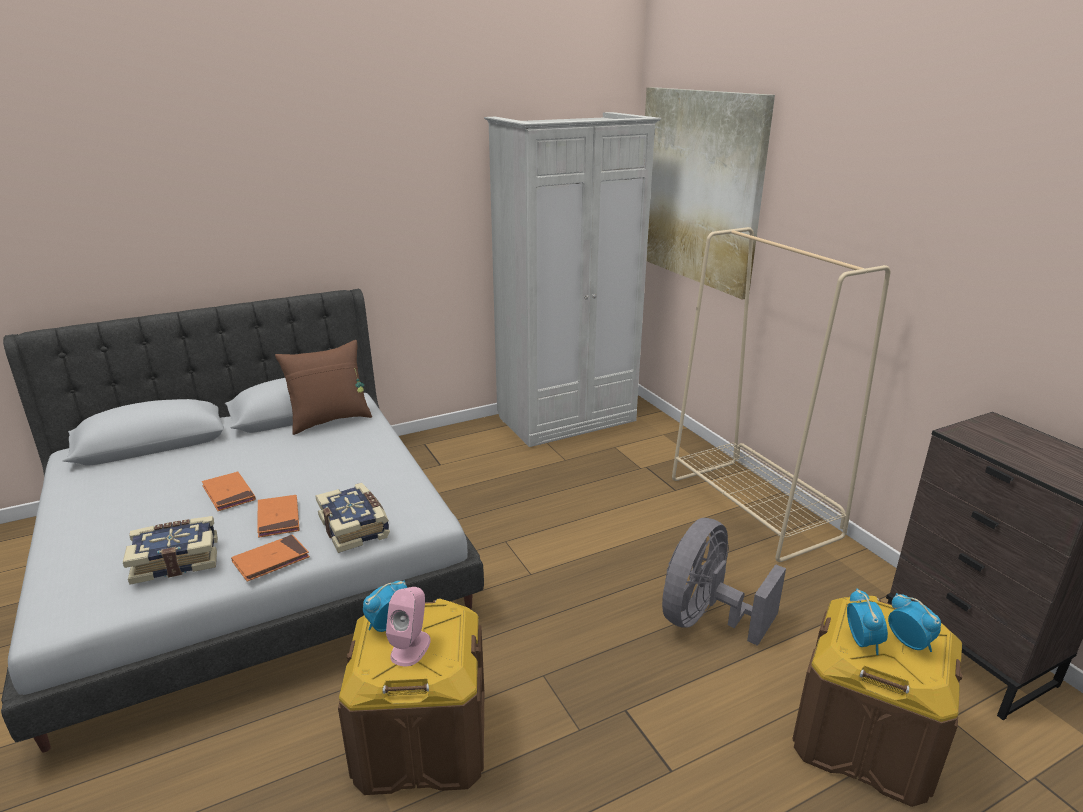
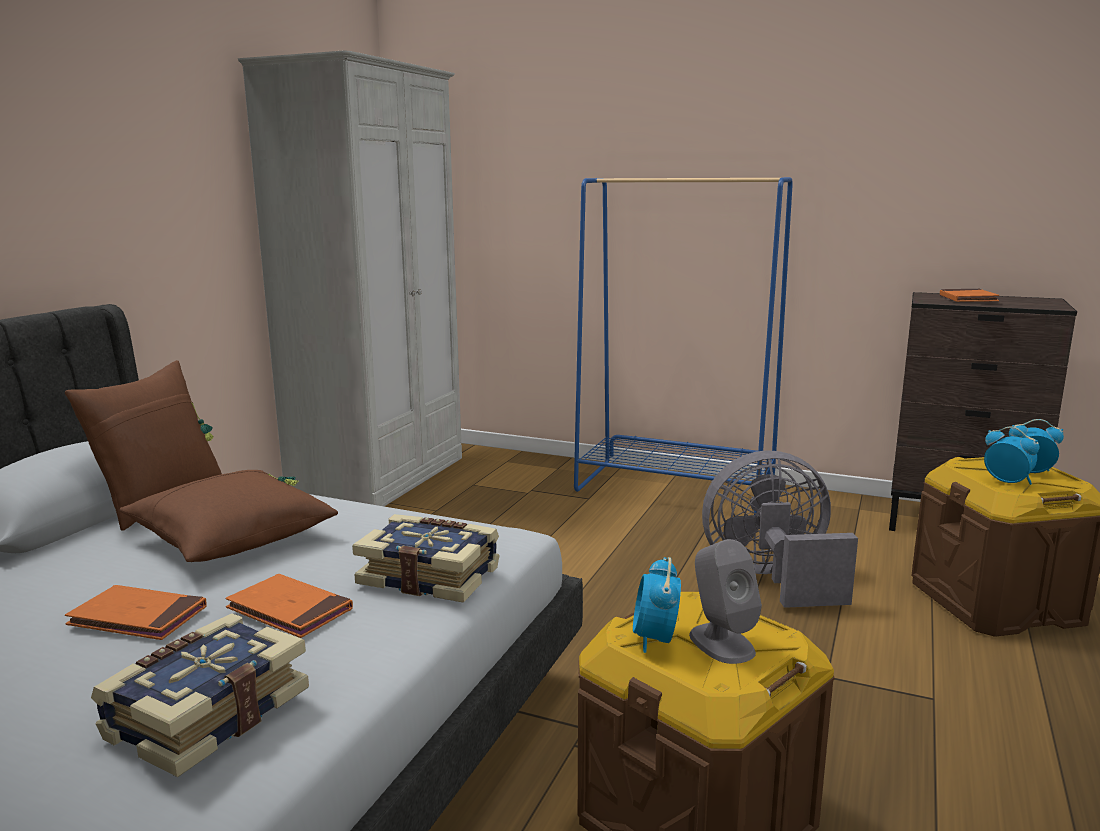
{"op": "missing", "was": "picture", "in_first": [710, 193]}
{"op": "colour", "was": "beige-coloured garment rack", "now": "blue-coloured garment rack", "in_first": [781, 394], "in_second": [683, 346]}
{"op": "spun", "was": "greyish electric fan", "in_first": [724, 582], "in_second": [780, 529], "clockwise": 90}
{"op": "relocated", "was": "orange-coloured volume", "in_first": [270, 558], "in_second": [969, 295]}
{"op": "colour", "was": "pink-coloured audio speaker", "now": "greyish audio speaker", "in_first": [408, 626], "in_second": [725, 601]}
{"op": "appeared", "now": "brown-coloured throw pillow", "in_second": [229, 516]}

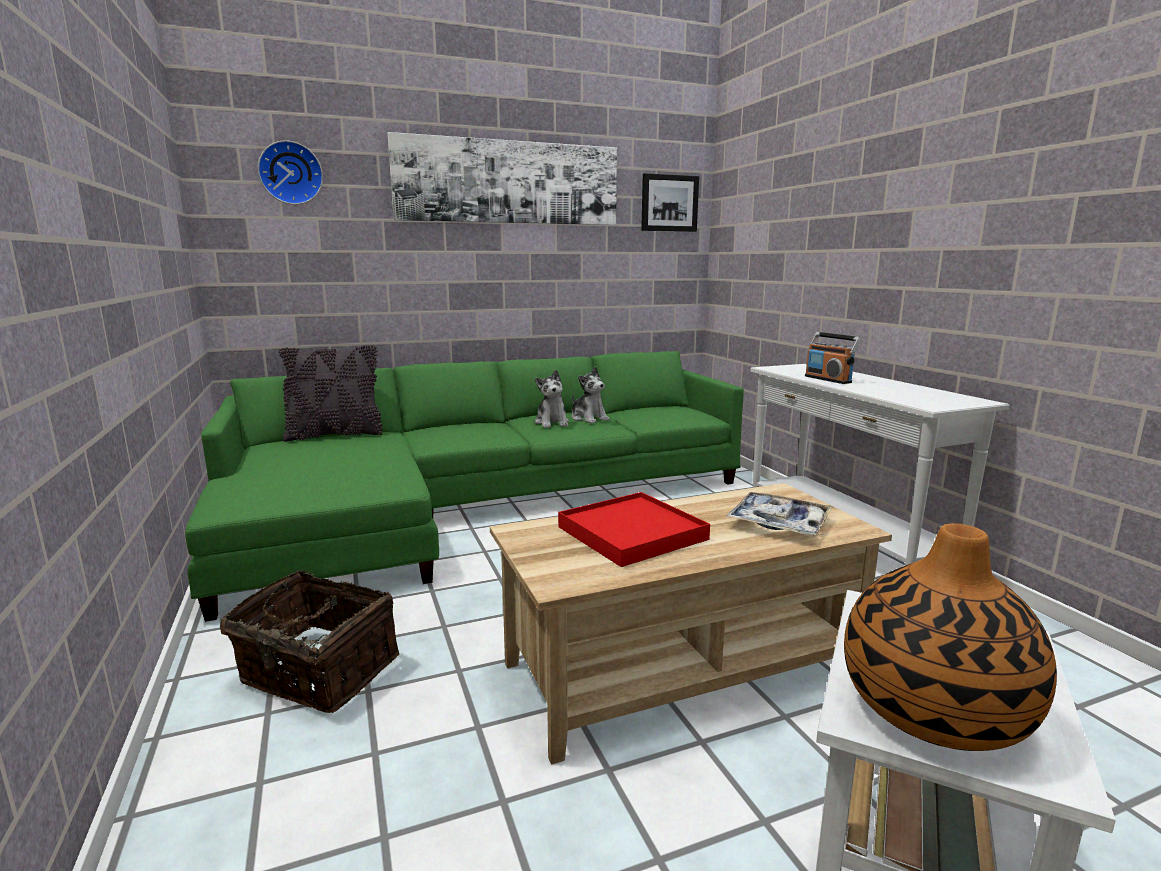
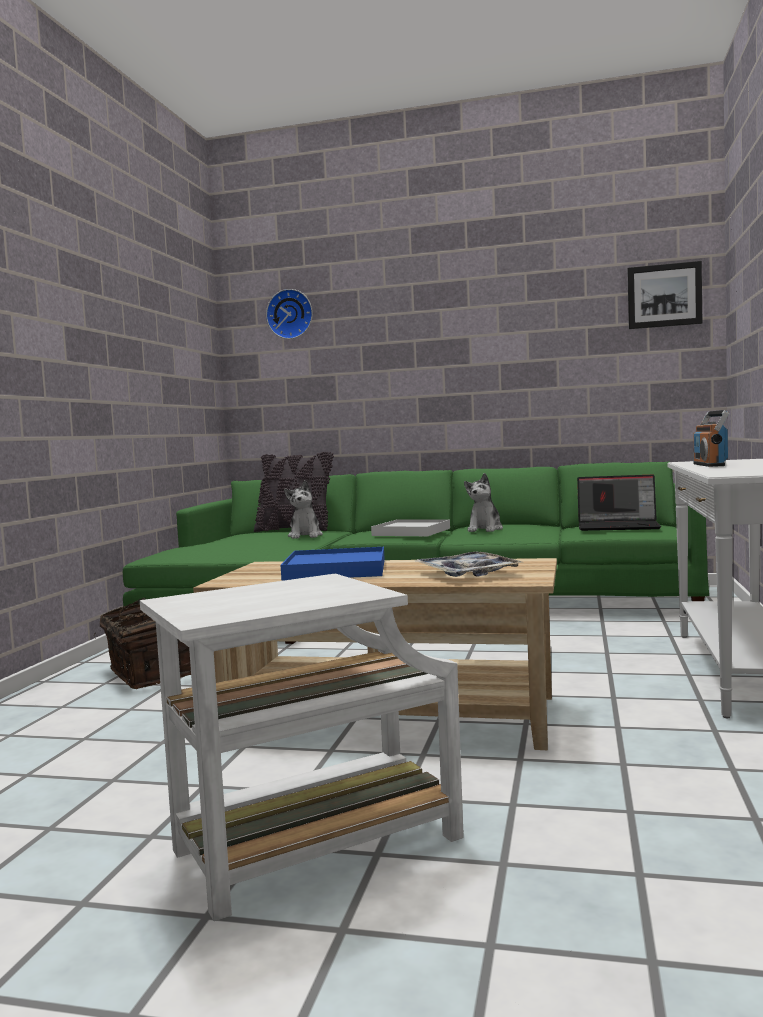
{"op": "missing", "was": "picture", "in_first": [502, 178]}
{"op": "relocated", "was": "soft toy", "in_first": [591, 395], "in_second": [303, 509]}
{"op": "colour", "was": "reddish serving tray", "now": "blue-coloured serving tray", "in_first": [634, 529], "in_second": [333, 564]}
{"op": "missing", "was": "vase", "in_first": [950, 637]}
{"op": "appeared", "now": "notebook computer", "in_second": [619, 503]}
{"op": "appeared", "now": "white serving tray", "in_second": [410, 528]}

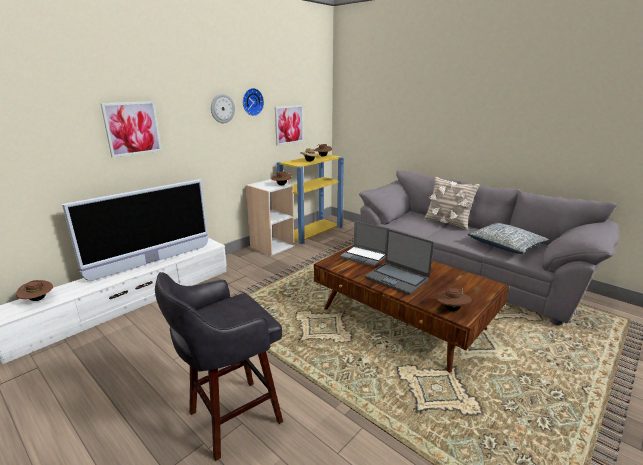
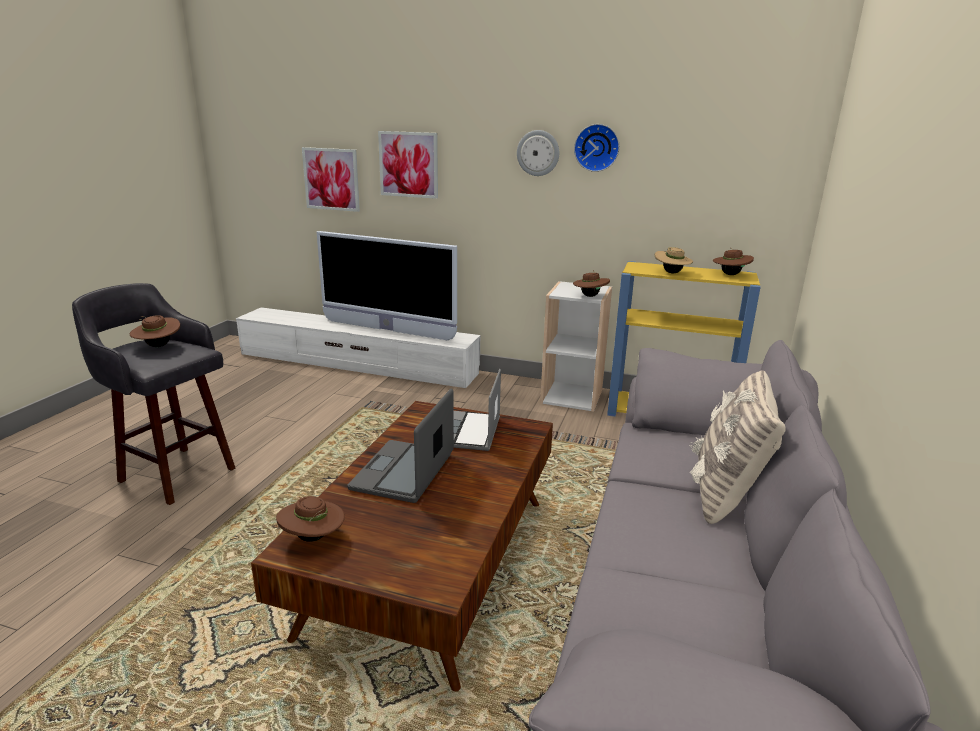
{"op": "relocated", "was": "picture", "in_first": [289, 125], "in_second": [331, 179]}
{"op": "missing", "was": "throw pillow", "in_first": [508, 238]}
{"op": "relocated", "was": "brown-coloured hat", "in_first": [34, 290], "in_second": [155, 331]}

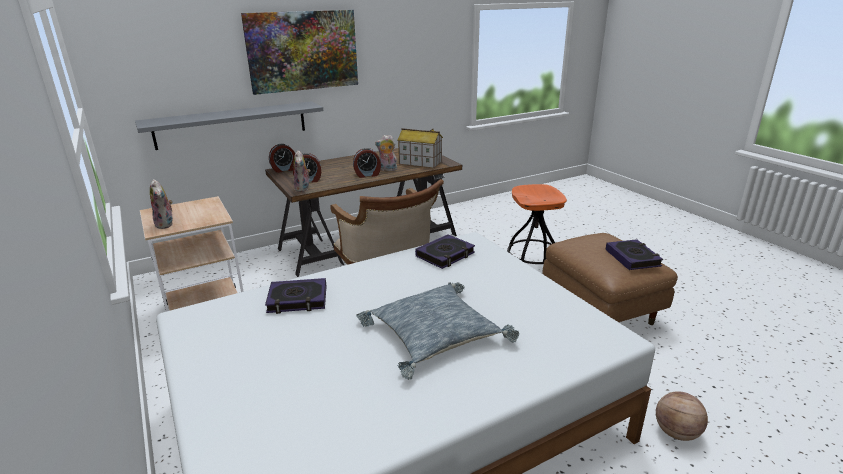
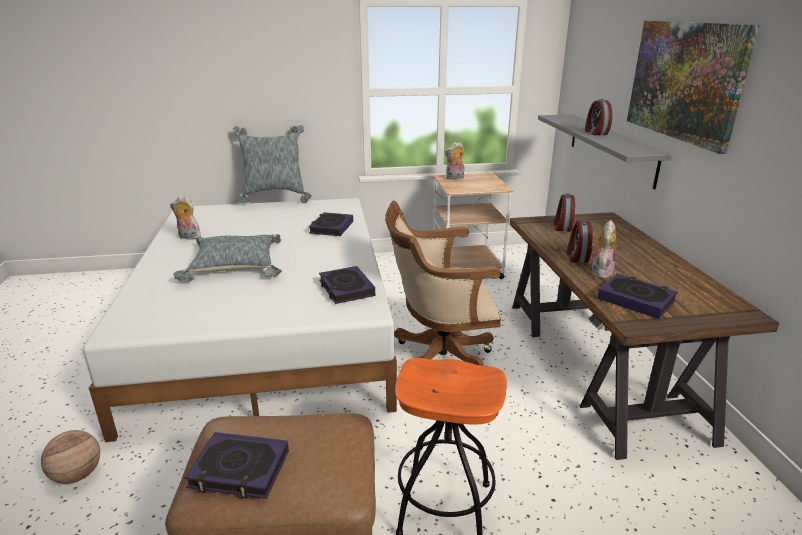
{"op": "exchanged", "was": "toy house", "now": "volume", "in_first": [420, 148], "in_second": [637, 296]}
{"op": "relocated", "was": "table clock", "in_first": [282, 158], "in_second": [598, 117]}
{"op": "relocated", "was": "soft toy", "in_first": [302, 171], "in_second": [186, 218]}
{"op": "appeared", "now": "throw pillow", "in_second": [272, 164]}

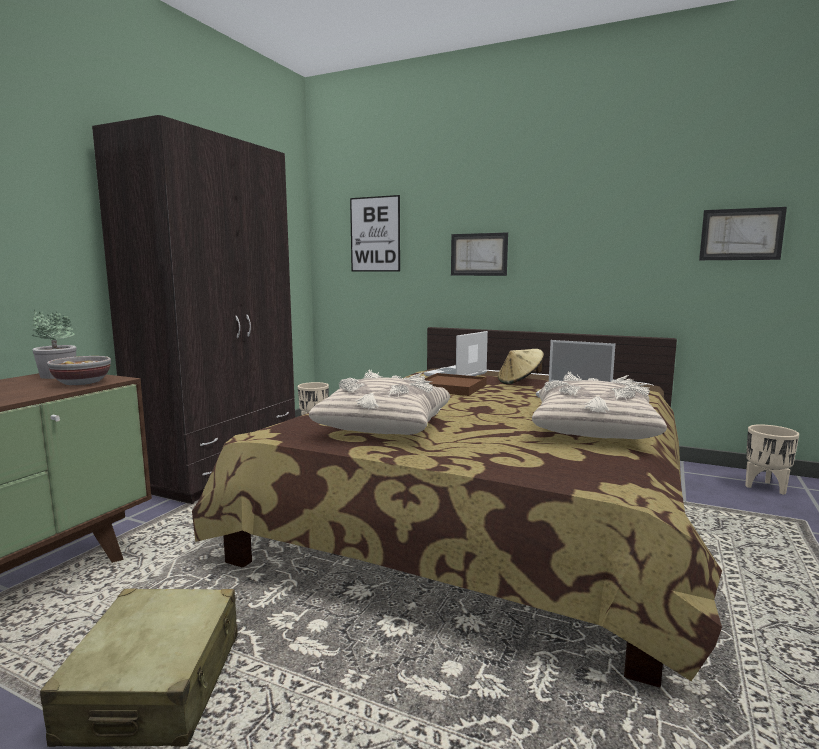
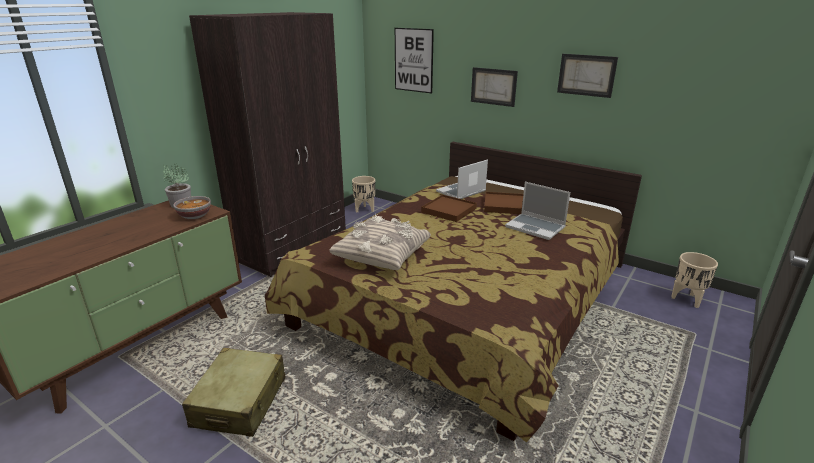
{"op": "relocated", "was": "picture", "in_first": [743, 233], "in_second": [587, 76]}
{"op": "exchanged", "was": "beige-coloured hat", "now": "brown-coloured serving tray", "in_first": [521, 366], "in_second": [503, 203]}
{"op": "missing", "was": "beige-coloured throw pillow", "in_first": [599, 405]}

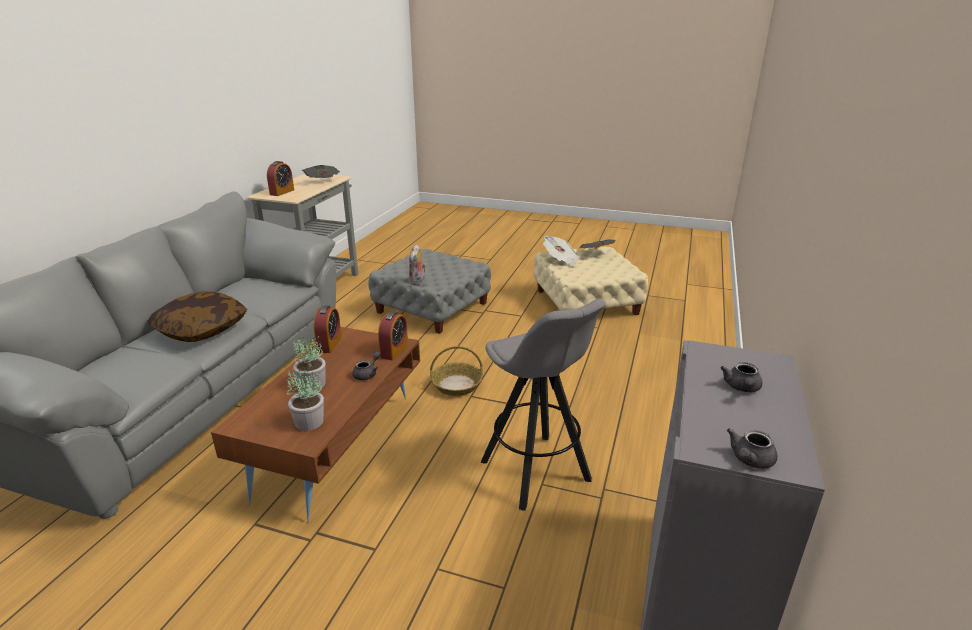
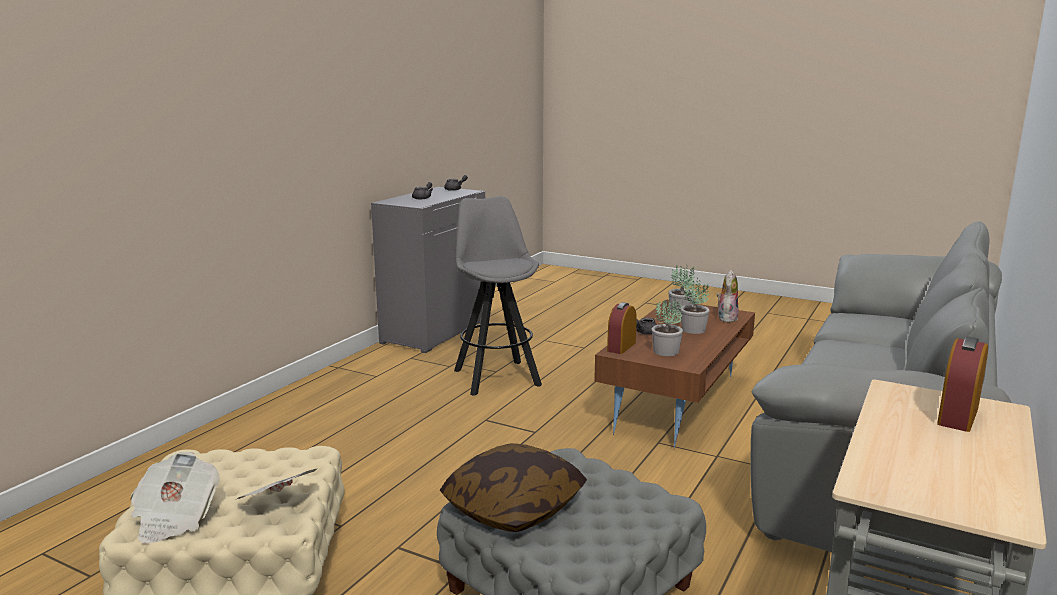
{"op": "missing", "was": "newspaper", "in_first": [321, 171]}
{"op": "relocated", "was": "soft toy", "in_first": [417, 264], "in_second": [728, 296]}
{"op": "relocated", "was": "throw pillow", "in_first": [197, 316], "in_second": [513, 487]}
{"op": "missing", "was": "table clock", "in_first": [328, 329]}
{"op": "missing", "was": "storage basket", "in_first": [456, 371]}
{"op": "appeared", "now": "potted plant", "in_second": [667, 327]}

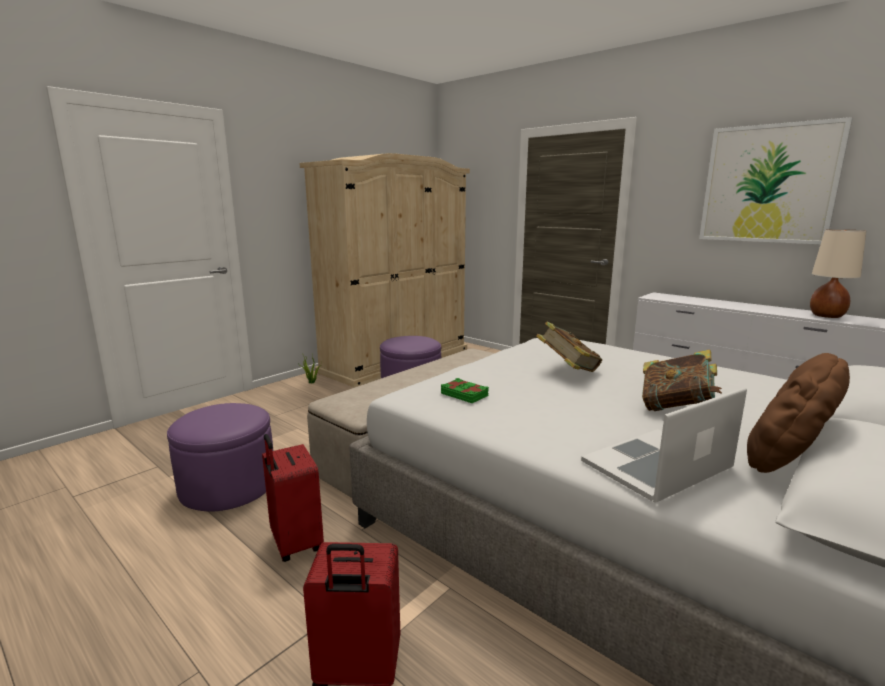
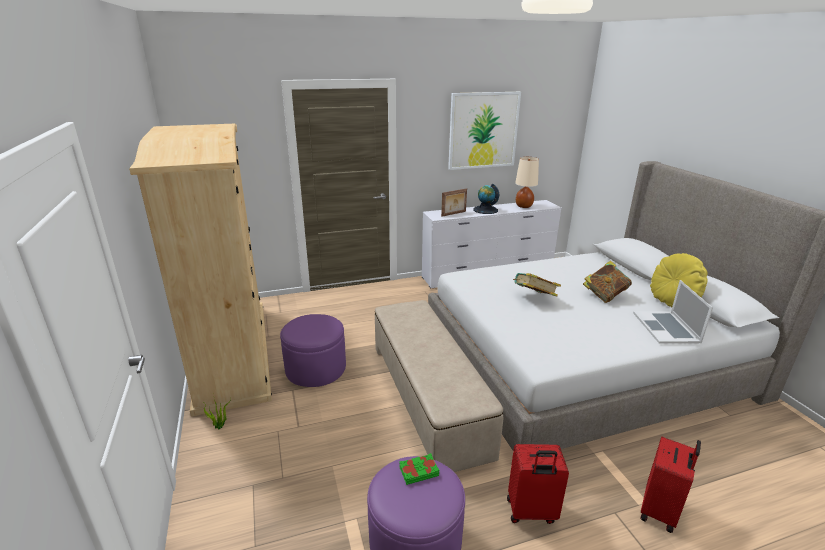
{"op": "colour", "was": "brown-coloured throw pillow", "now": "yellow throw pillow", "in_first": [798, 413], "in_second": [679, 280]}
{"op": "relocated", "was": "green volume", "in_first": [465, 390], "in_second": [419, 469]}
{"op": "appeared", "now": "globe", "in_second": [486, 199]}
{"op": "appeared", "now": "picture frame", "in_second": [454, 202]}

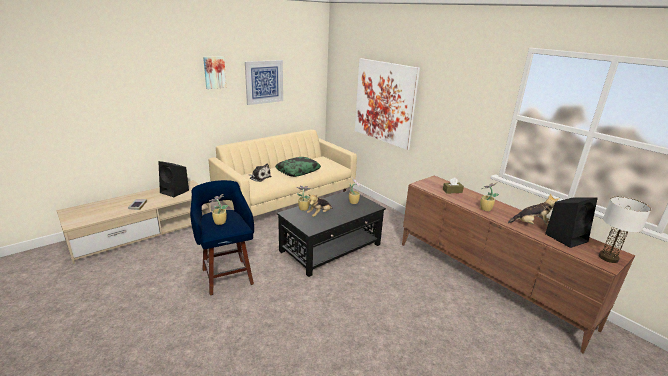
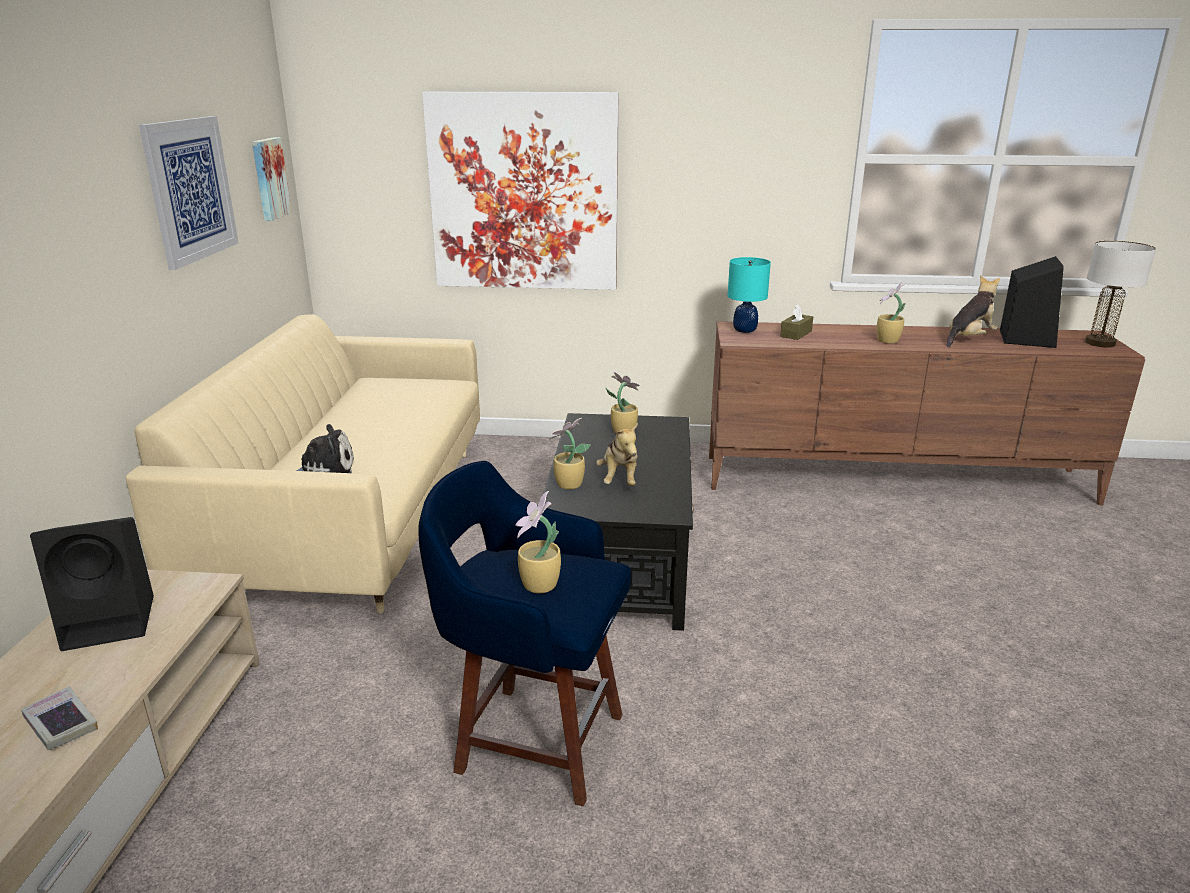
{"op": "relocated", "was": "picture", "in_first": [214, 72], "in_second": [272, 179]}
{"op": "missing", "was": "throw pillow", "in_first": [298, 167]}
{"op": "appeared", "now": "blue-green lamp for a table", "in_second": [749, 295]}

